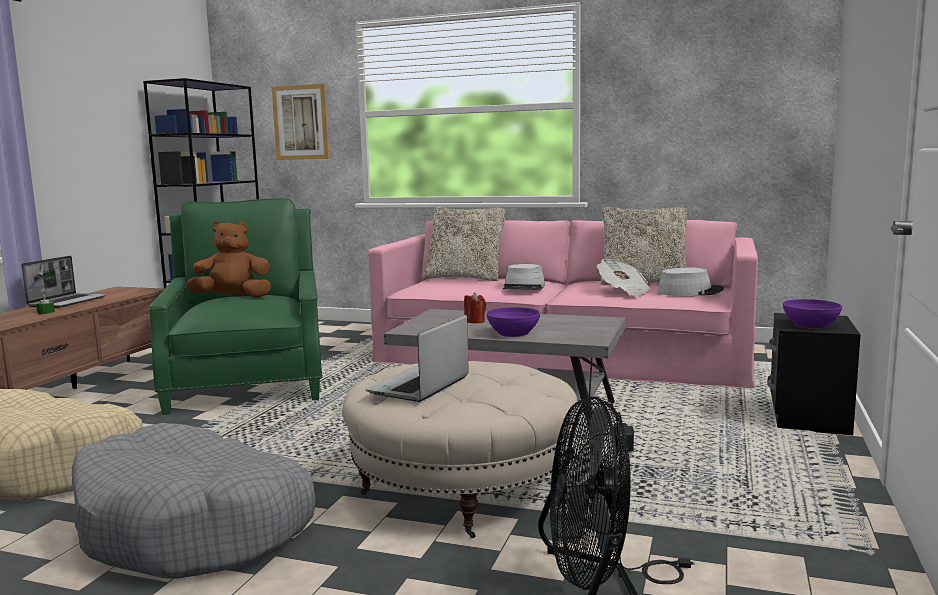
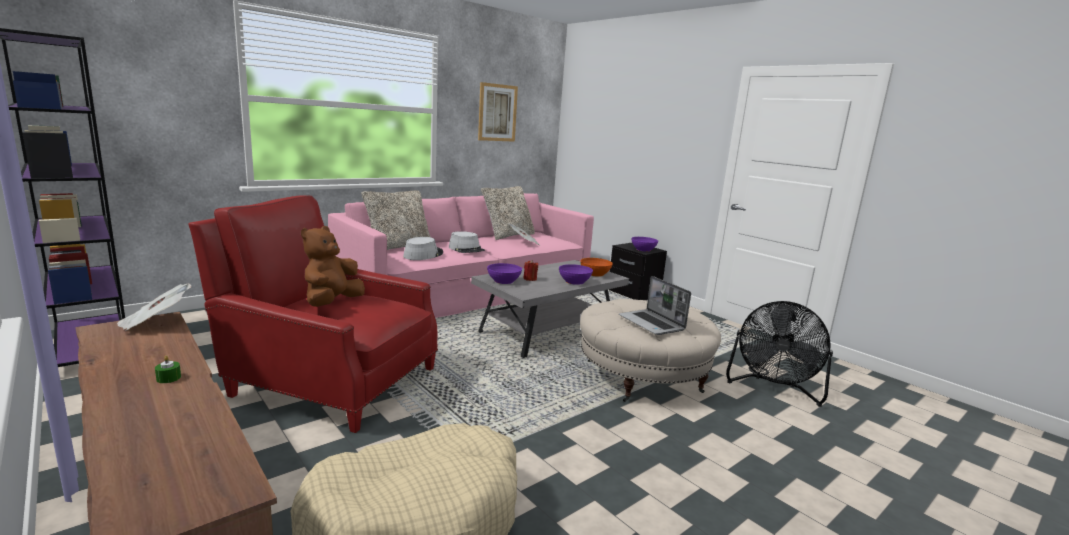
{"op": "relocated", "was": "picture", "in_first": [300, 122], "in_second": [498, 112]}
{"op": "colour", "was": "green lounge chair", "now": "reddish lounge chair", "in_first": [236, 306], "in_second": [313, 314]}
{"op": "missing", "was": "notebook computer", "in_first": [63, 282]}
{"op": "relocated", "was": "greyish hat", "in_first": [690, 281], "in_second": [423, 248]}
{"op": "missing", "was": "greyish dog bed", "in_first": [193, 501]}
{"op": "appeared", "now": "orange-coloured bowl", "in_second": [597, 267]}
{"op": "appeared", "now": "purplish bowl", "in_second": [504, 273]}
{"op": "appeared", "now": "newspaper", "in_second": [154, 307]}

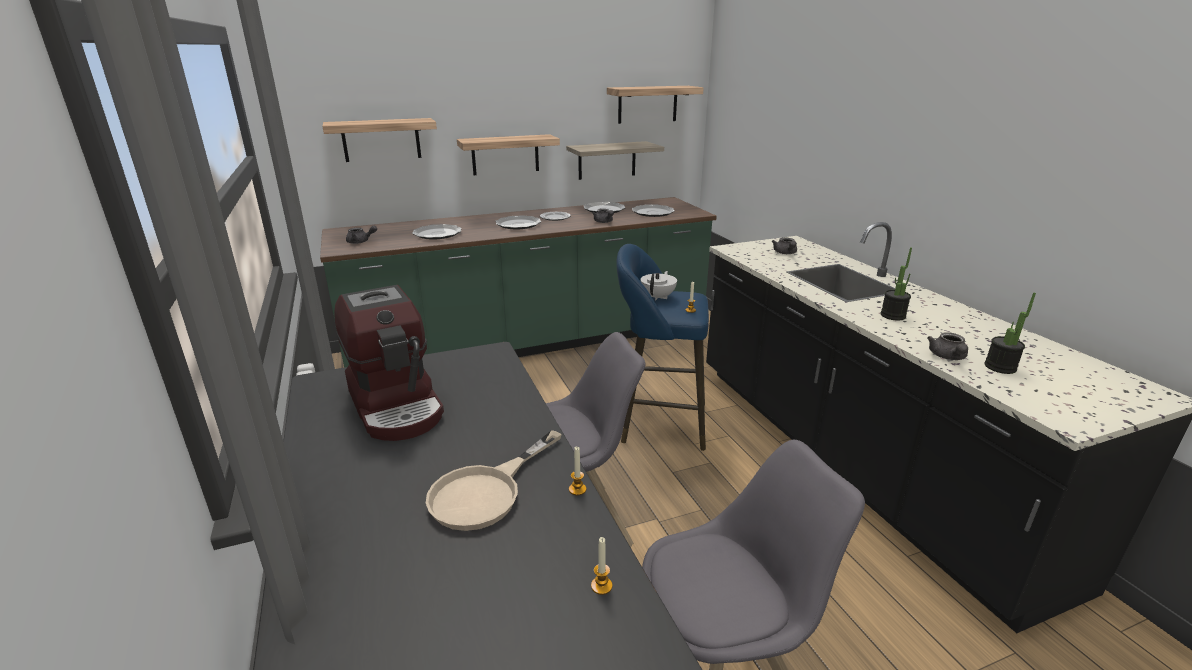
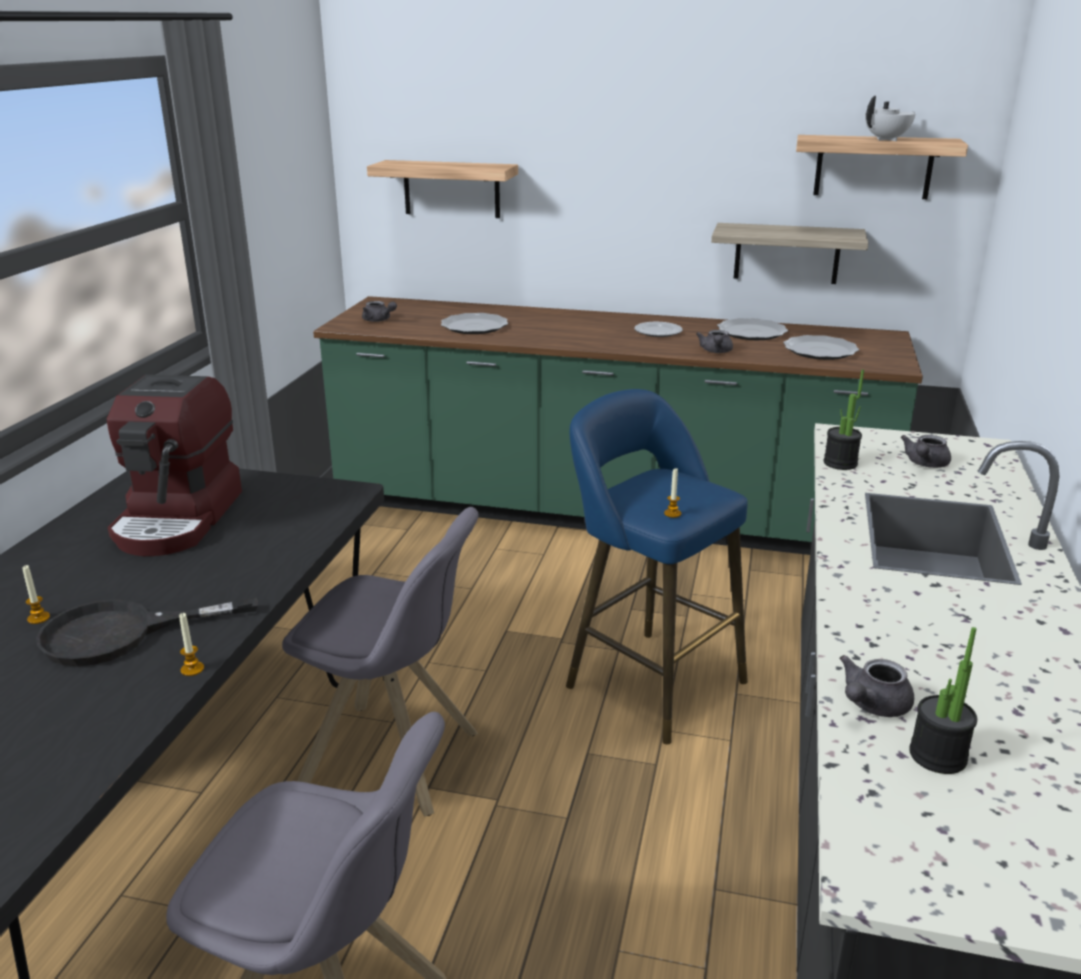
{"op": "missing", "was": "wall shelf", "in_first": [508, 154]}
{"op": "missing", "was": "dinner plate", "in_first": [518, 222]}
{"op": "relocated", "was": "potted plant", "in_first": [896, 284], "in_second": [844, 419]}
{"op": "relocated", "was": "white teapot", "in_first": [659, 286], "in_second": [890, 118]}
{"op": "colour", "was": "beige-coloured frying pan", "now": "black frying pan", "in_first": [494, 480], "in_second": [147, 631]}
{"op": "relocated", "was": "wax candle", "in_first": [602, 566], "in_second": [36, 594]}

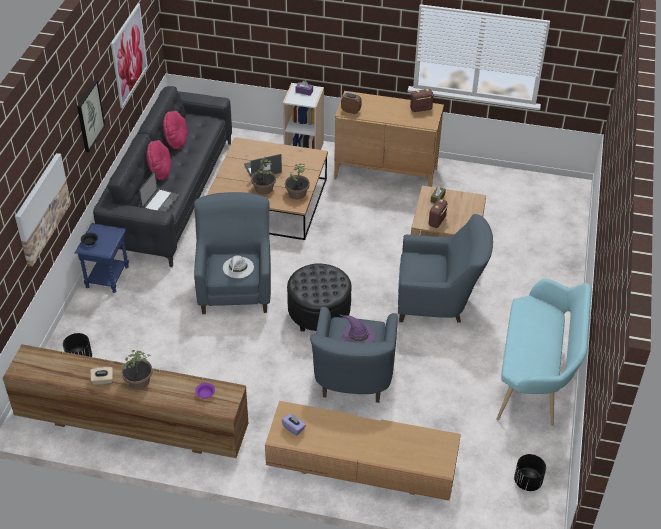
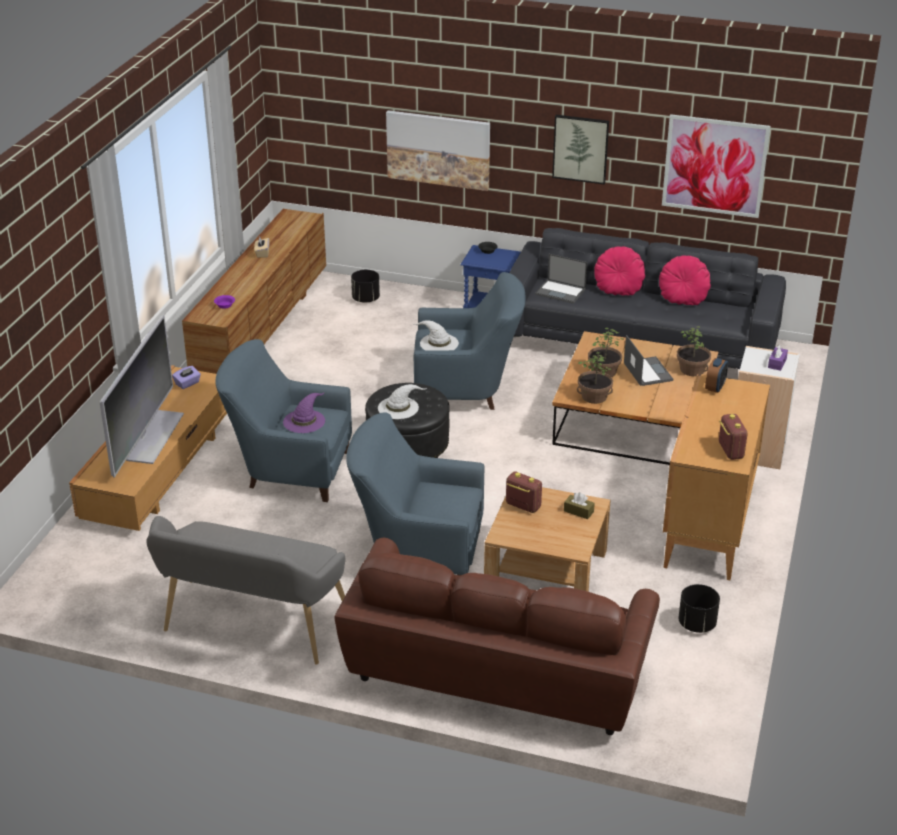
{"op": "spun", "was": "blue-coloured lounge chair", "in_first": [445, 268], "in_second": [415, 494], "clockwise": 90}
{"op": "colour", "was": "blue-green bench", "now": "greyish bench", "in_first": [544, 352], "in_second": [245, 590]}
{"op": "relocated", "was": "potted plant", "in_first": [137, 370], "in_second": [694, 351]}
{"op": "relocated", "was": "black planter", "in_first": [530, 472], "in_second": [699, 608]}
{"op": "appeared", "now": "television", "in_second": [142, 396]}
{"op": "appeared", "now": "white hat", "in_second": [402, 401]}
{"op": "appeared", "now": "brown-coloured settee", "in_second": [497, 636]}

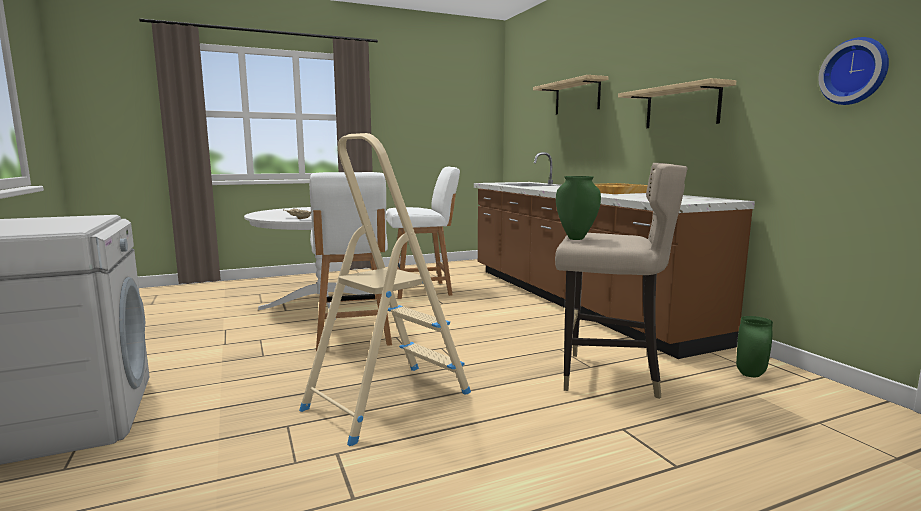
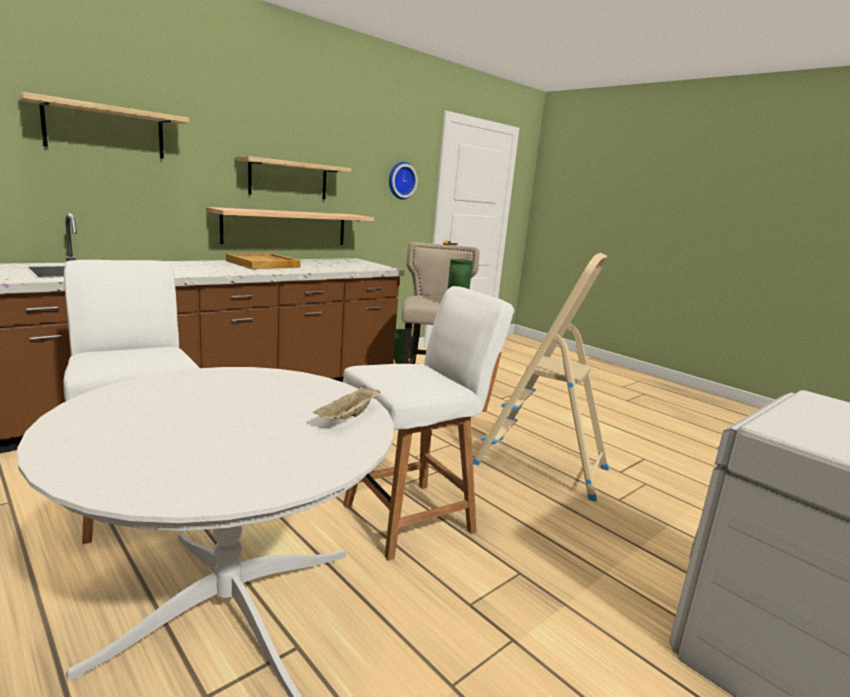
{"op": "appeared", "now": "wall shelf", "in_second": [290, 226]}

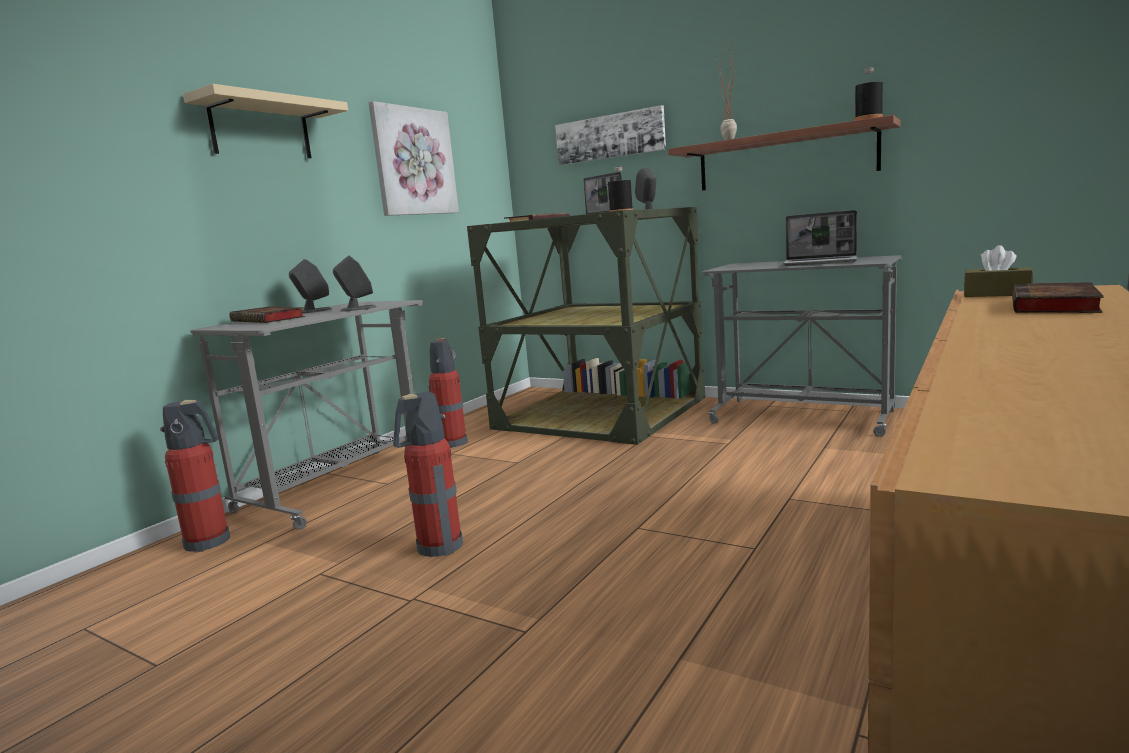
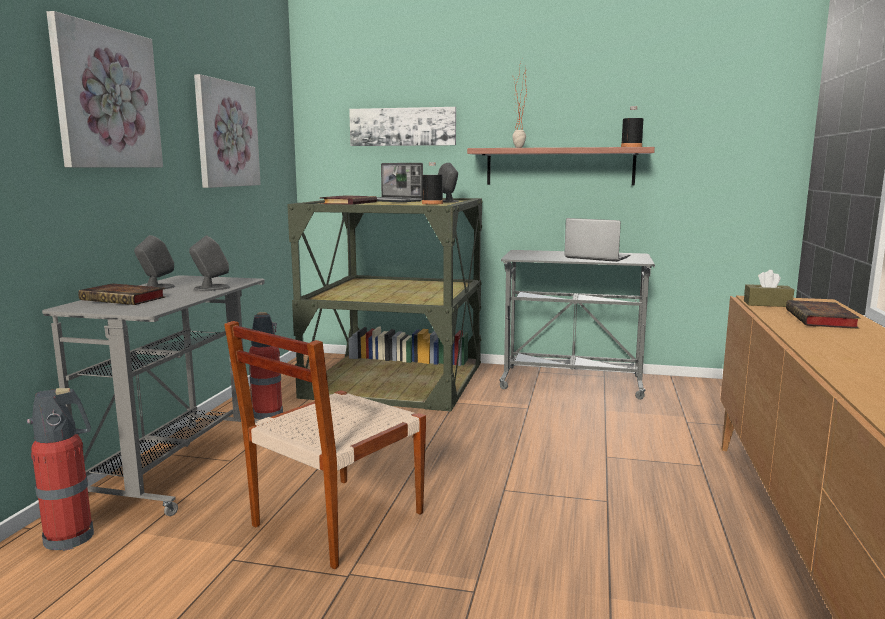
{"op": "exchanged", "was": "beige-coloured wall shelf", "now": "picture", "in_first": [265, 121], "in_second": [105, 89]}
{"op": "spun", "was": "notebook computer", "in_first": [820, 238], "in_second": [597, 240], "clockwise": -150}
{"op": "exchanged", "was": "extinguisher", "now": "chair", "in_first": [428, 474], "in_second": [325, 445]}

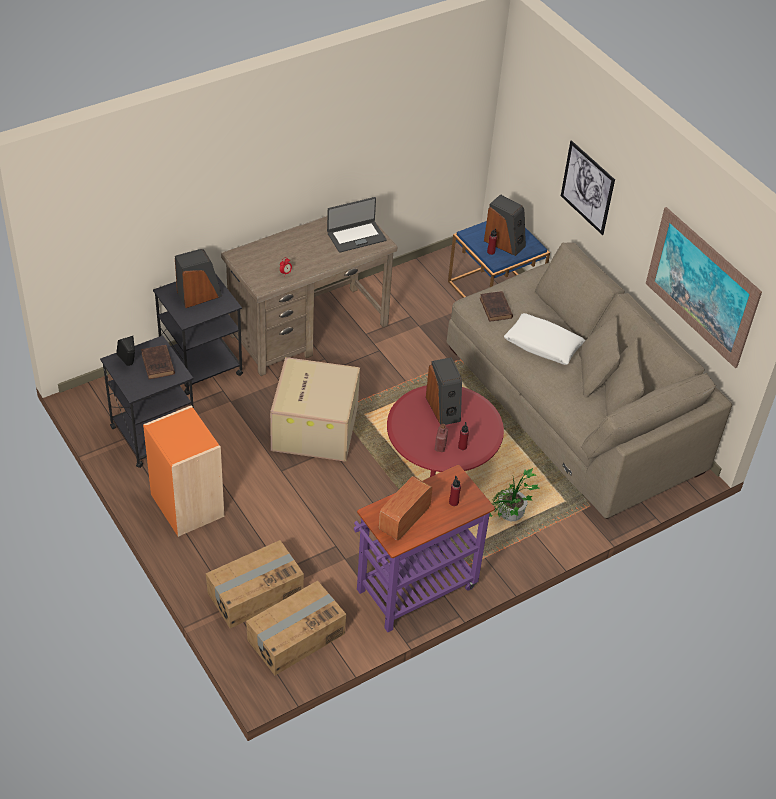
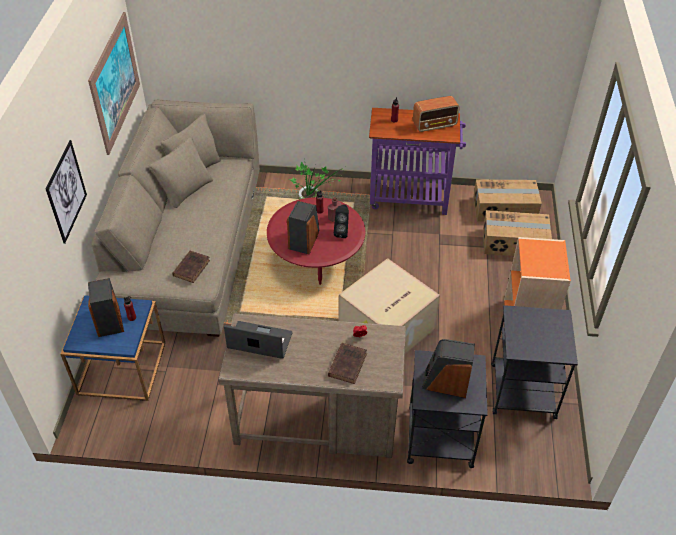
{"op": "missing", "was": "white throw pillow", "in_first": [544, 339]}
{"op": "relocated", "was": "black audio speaker", "in_first": [125, 351], "in_second": [341, 221]}
{"op": "relocated", "was": "brown-coloured volume", "in_first": [158, 362], "in_second": [347, 363]}

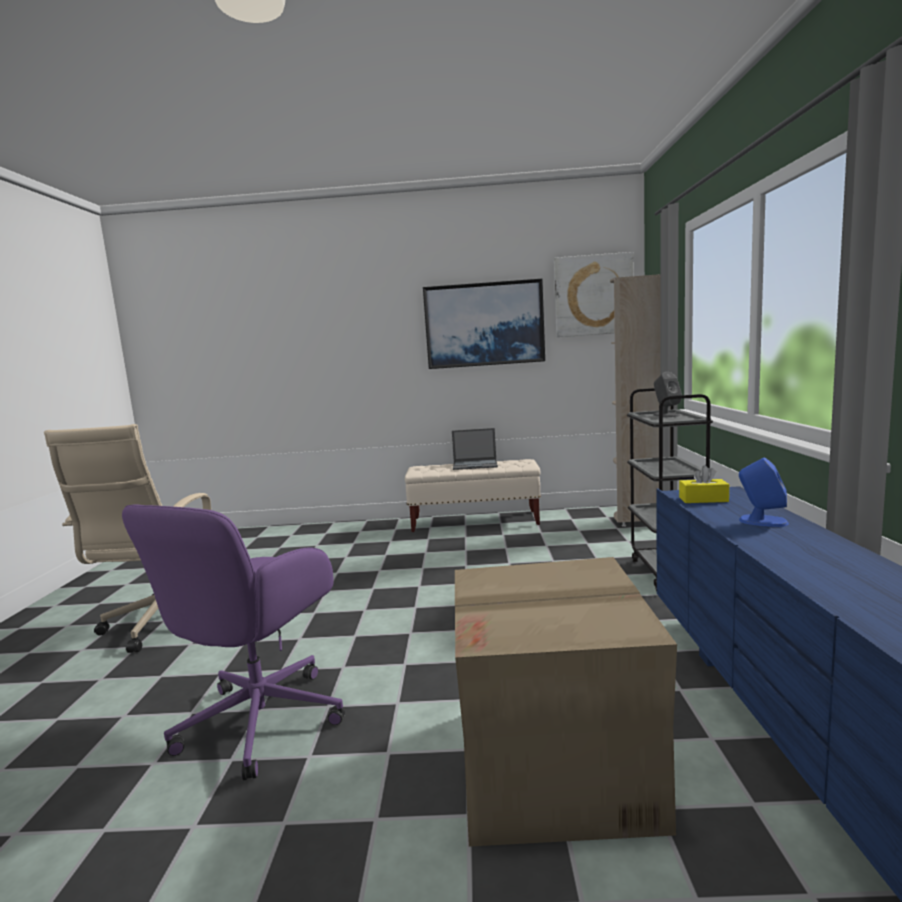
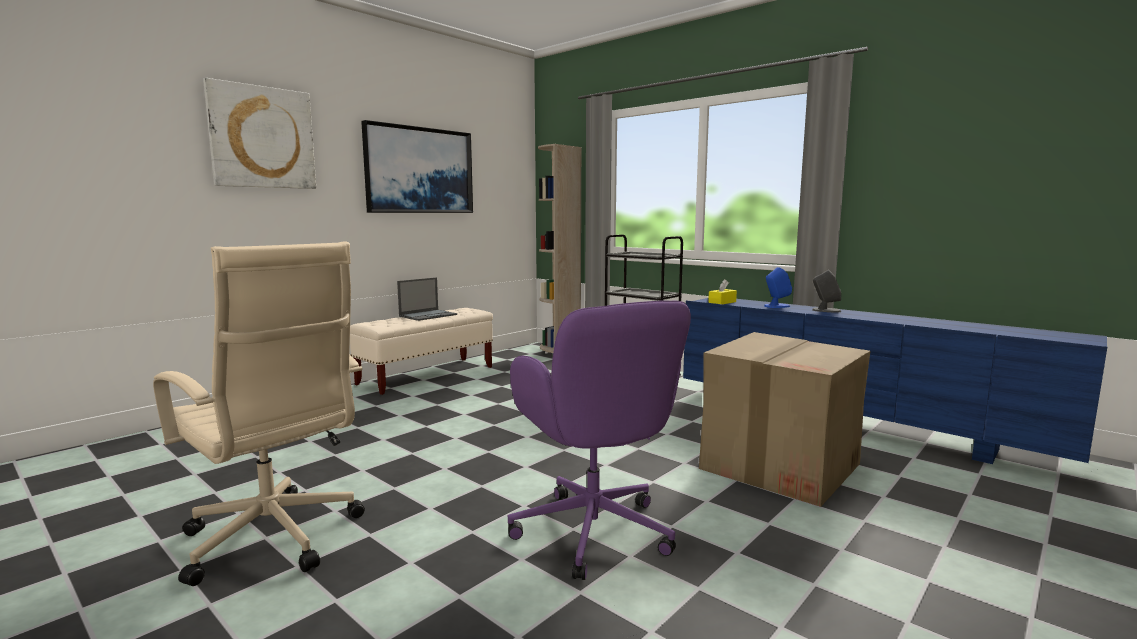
{"op": "relocated", "was": "picture", "in_first": [593, 294], "in_second": [259, 133]}
{"op": "relocated", "was": "greyish audio speaker", "in_first": [667, 394], "in_second": [827, 291]}

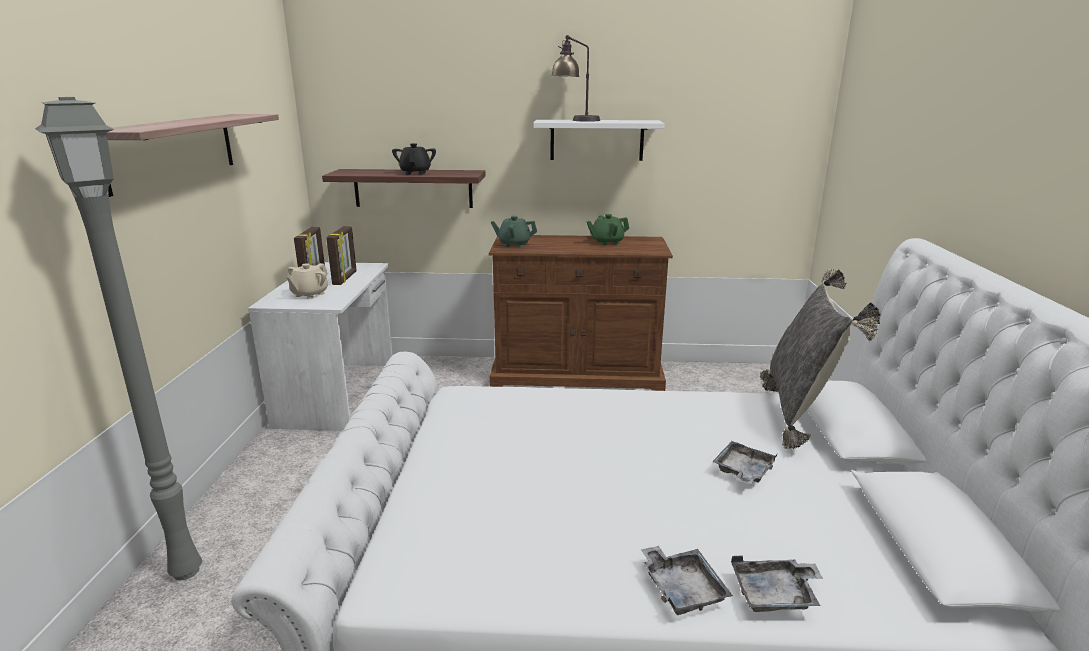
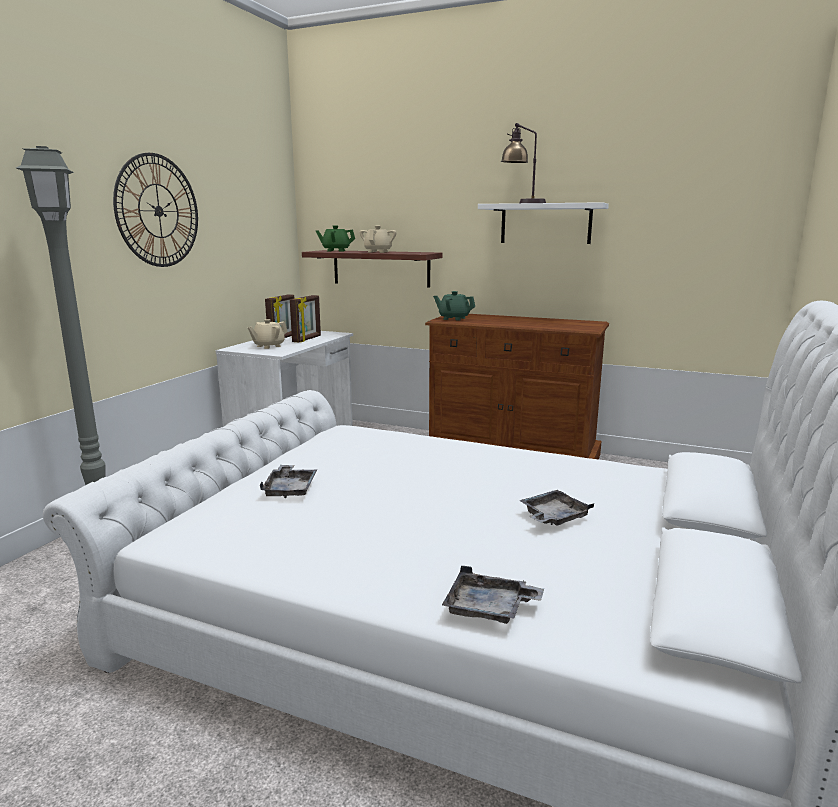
{"op": "exchanged", "was": "wall shelf", "now": "wall clock", "in_first": [192, 155], "in_second": [155, 210]}
{"op": "colour", "was": "black teapot", "now": "beige-coloured teapot", "in_first": [414, 159], "in_second": [378, 239]}
{"op": "relocated", "was": "green teapot", "in_first": [607, 230], "in_second": [335, 238]}
{"op": "missing", "was": "throw pillow", "in_first": [820, 359]}
{"op": "relocated", "was": "greyish serving tray", "in_first": [687, 580], "in_second": [288, 481]}

